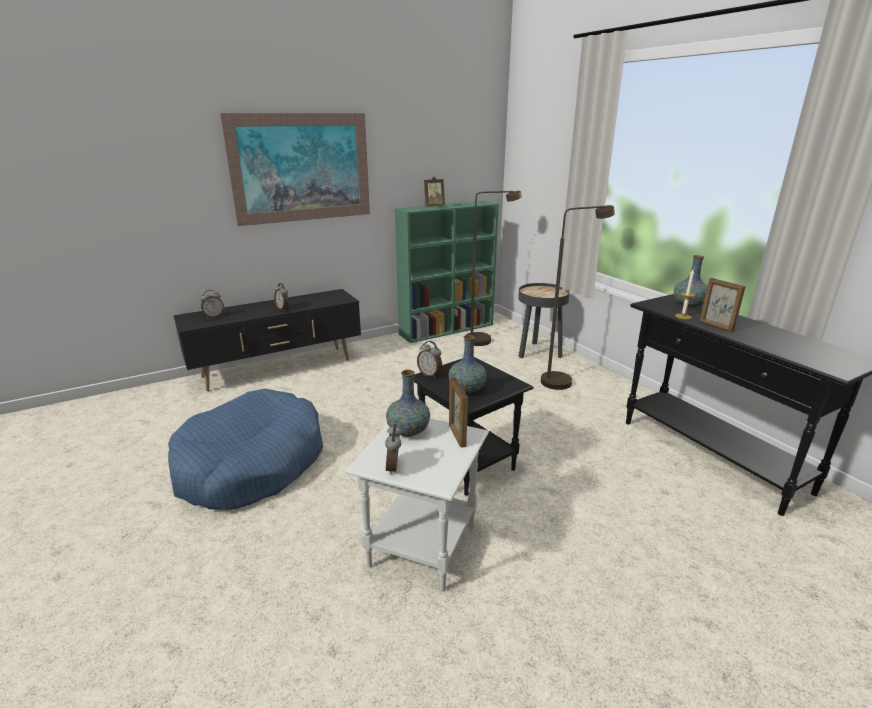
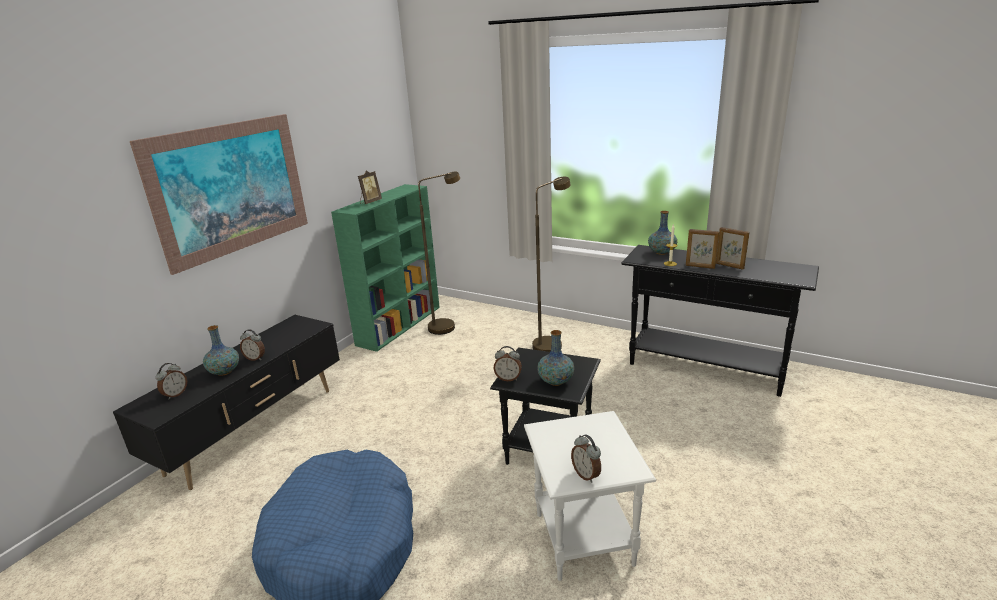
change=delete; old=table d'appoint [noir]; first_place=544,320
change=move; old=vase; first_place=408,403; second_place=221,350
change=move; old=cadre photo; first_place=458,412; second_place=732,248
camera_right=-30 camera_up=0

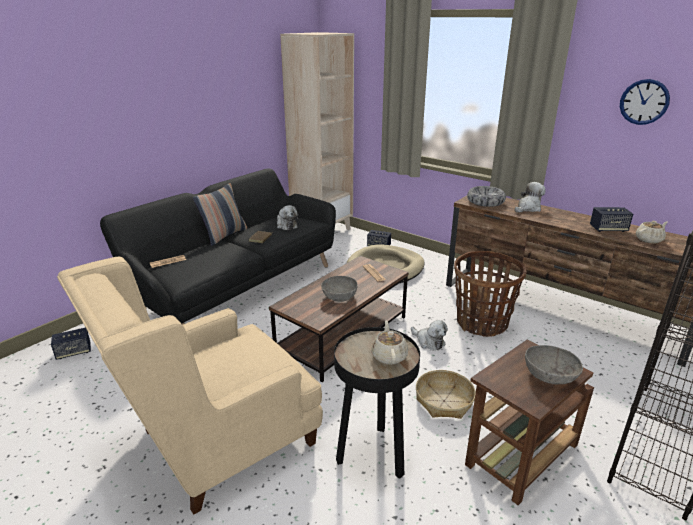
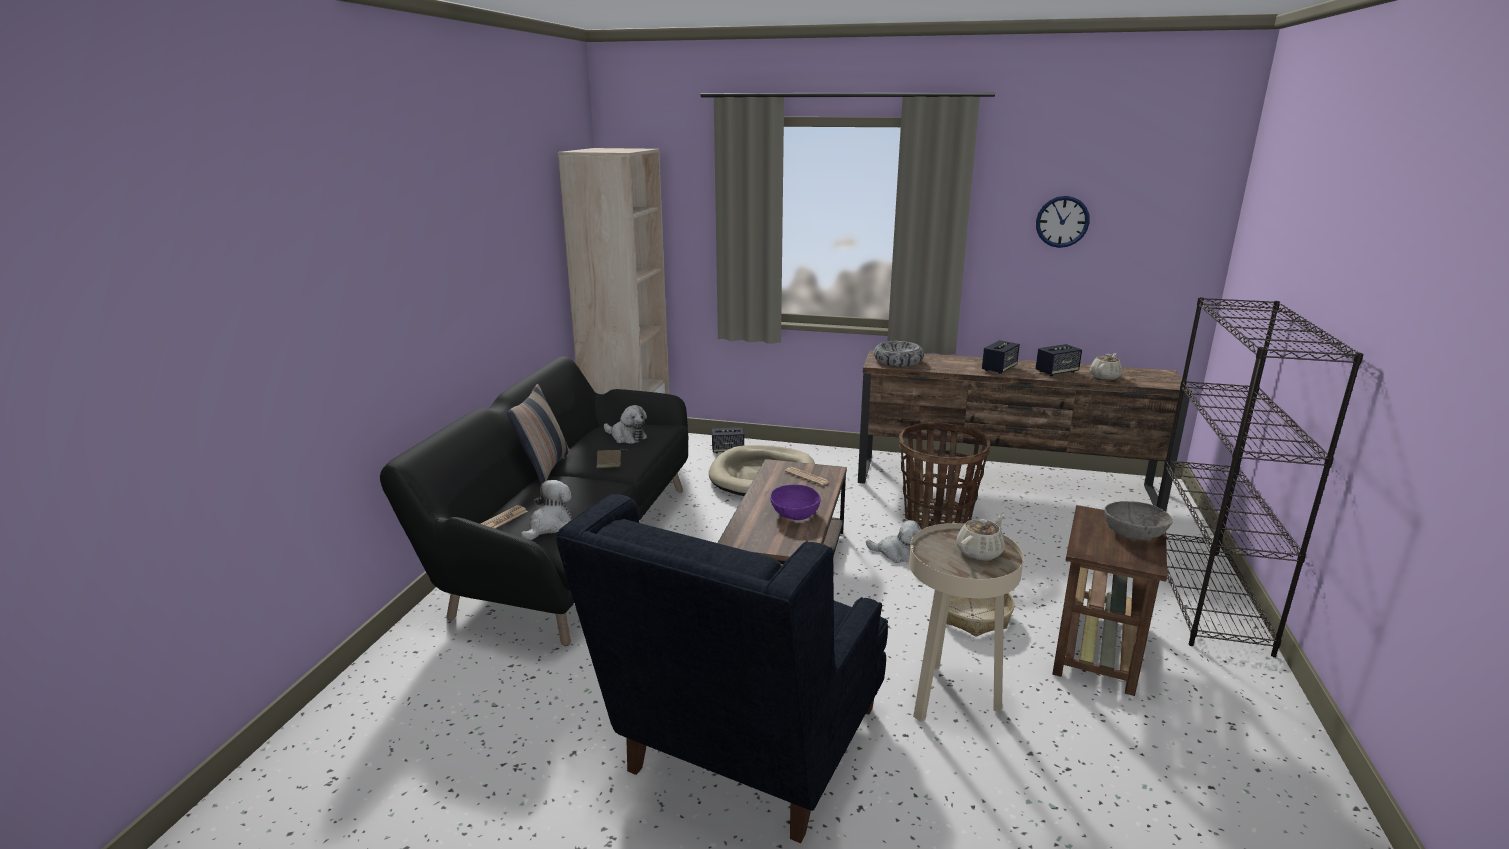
change=move; old=peluche; first_place=530,197; second_place=546,510
change=recolor; old=fauteuil [beige]; new=fauteuil [bleu]; first_place=190,386; second_place=722,668
change=recolor; old=bol [gris]; new=bol [violet]; first_place=339,289; second_place=795,502
change=rotate; old=théière [beige]; first_place=389,342; second_place=981,537; degrees=75
change=recolor; old=table d'appoint [noir]; new=table d'appoint [beige]; first_place=377,403; second_place=966,622
change=move; old=enceinte; first_place=71,344; second_place=1001,357
camera_right=-25 camera_up=-5

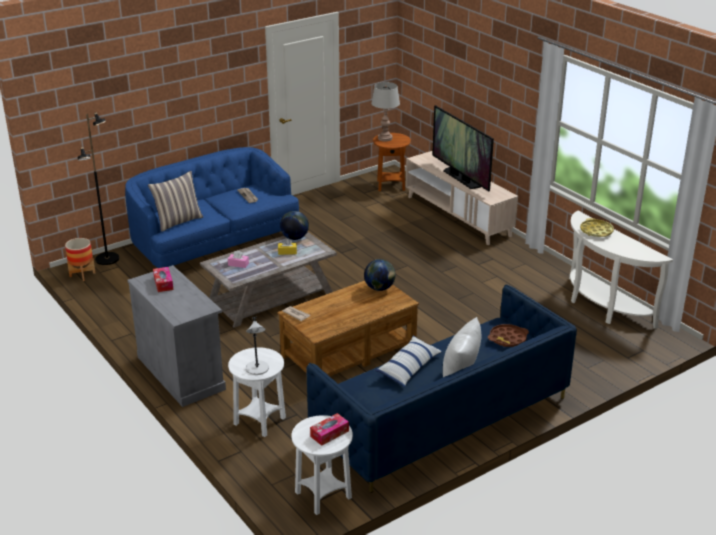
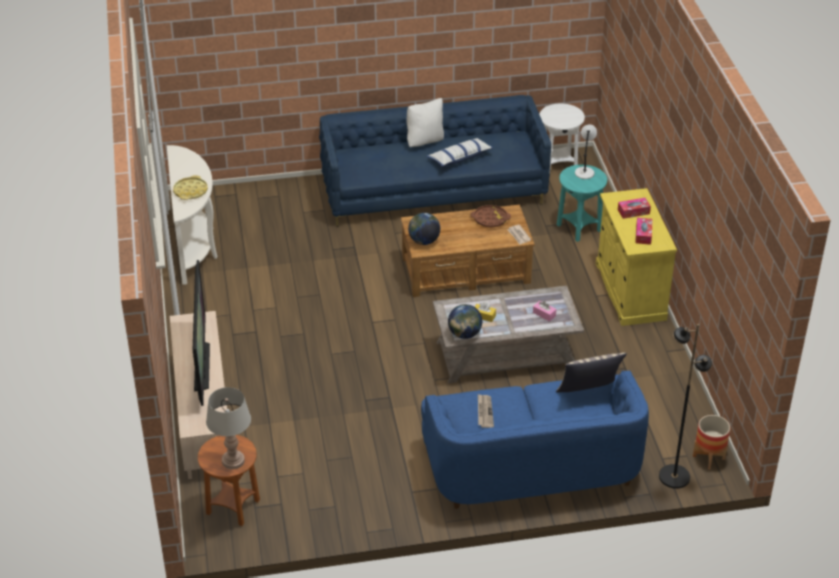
change=recolor; old=meuble de rangement [gris]; new=meuble de rangement [jaune]; first_place=176,336; second_place=636,257
change=move; old=plateau [marron]; first_place=508,335; second_place=491,216
change=recolor; old=table d'appoint [blanc]; new=table d'appoint [turquoise]; first_place=257,392; second_place=582,203
change=move; old=boîte à mouchoirs; first_place=329,429; second_place=634,208
camera_right=-155 camera_up=10

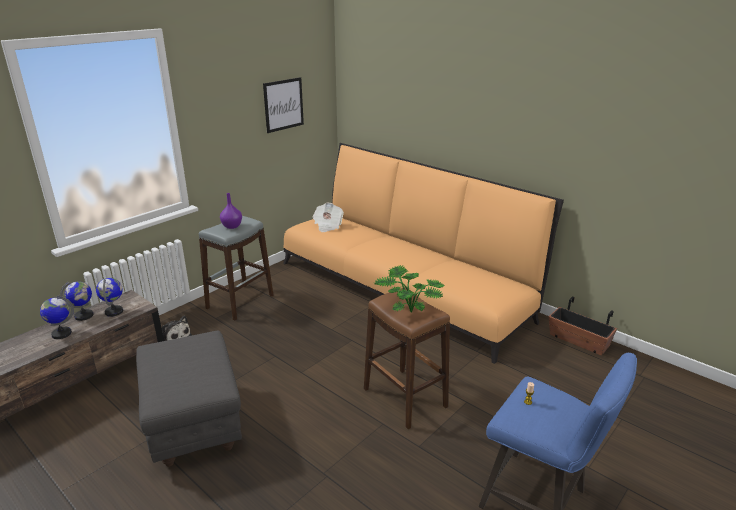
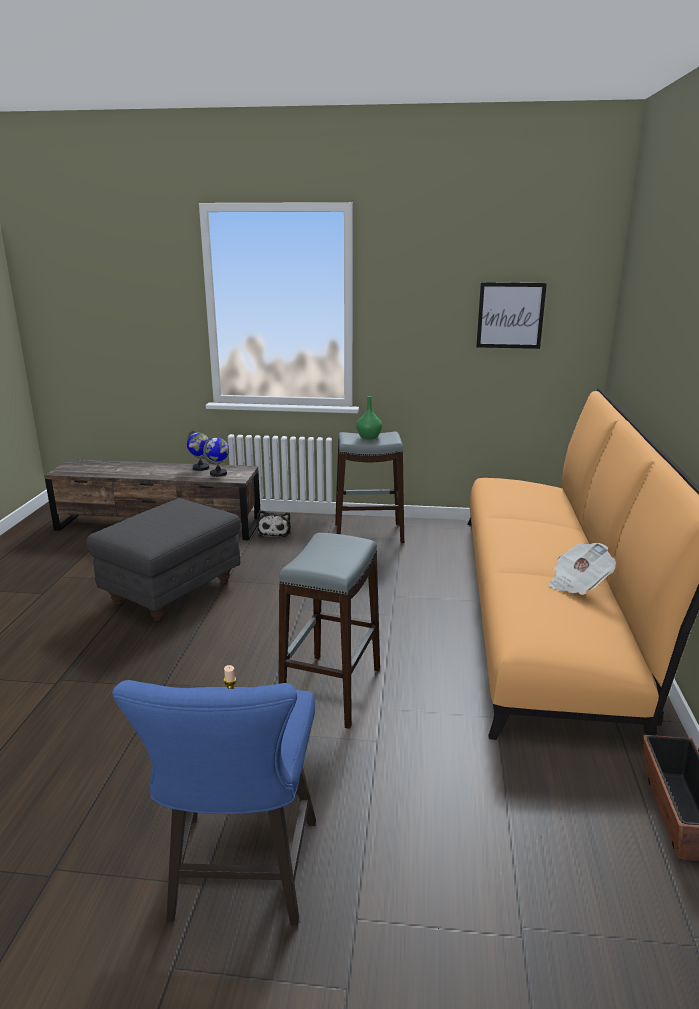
change=recolor; old=vase [violet]; new=vase [vert]; first_place=231,211; second_place=369,418
change=move; old=journal; first_place=328,217; second_place=582,569
change=delete; old=plante en pot; first_place=410,289
change=recolor; old=tabouret [marron]; new=tabouret [gris]; first_place=407,358; second_place=329,631
change=delete; old=globe; first_place=57,317
camera_right=55 camera_up=-5

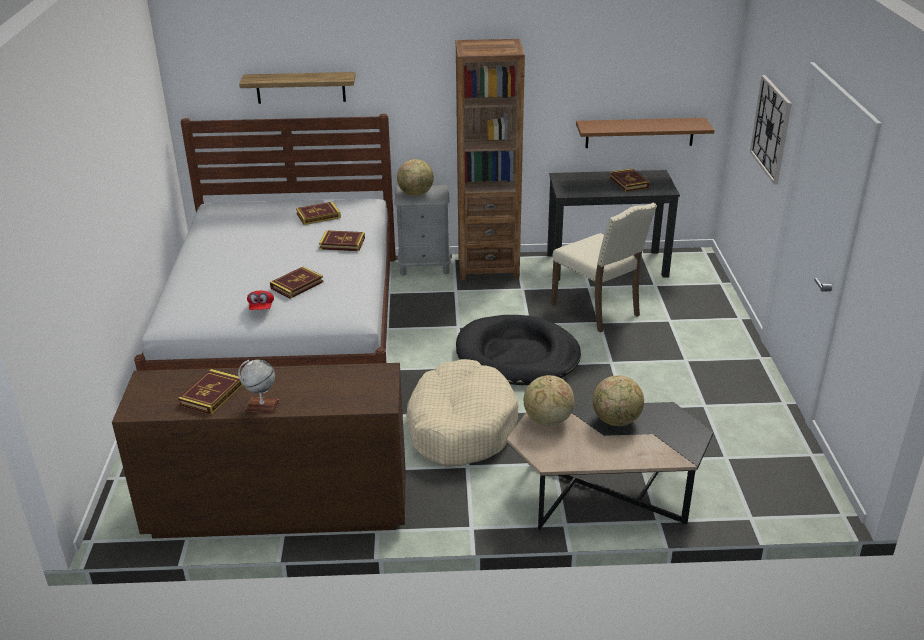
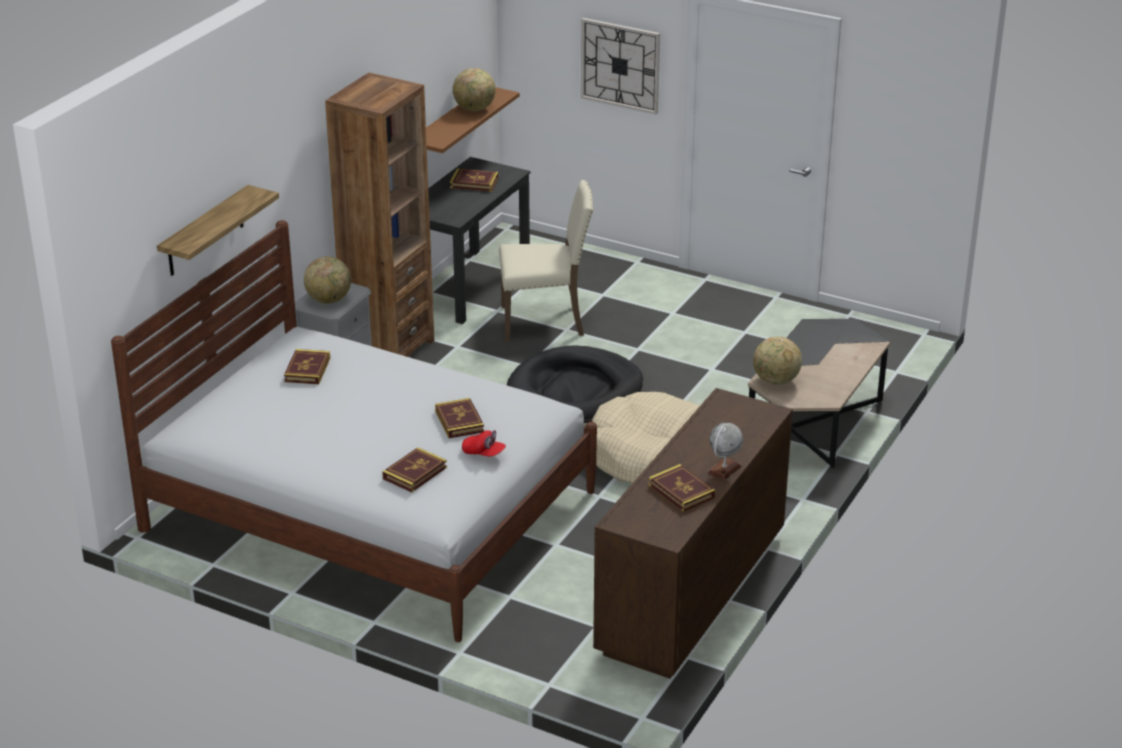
change=move; old=livre; first_place=342,240; second_place=414,469
change=move; old=globe; first_place=618,400; second_place=474,89
camera_right=-60 camera_up=0

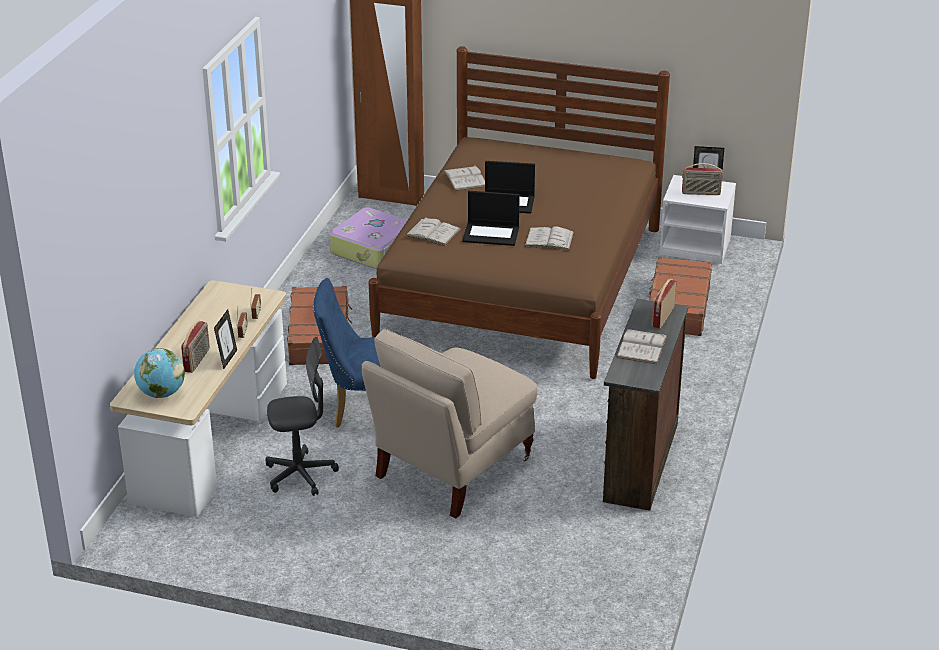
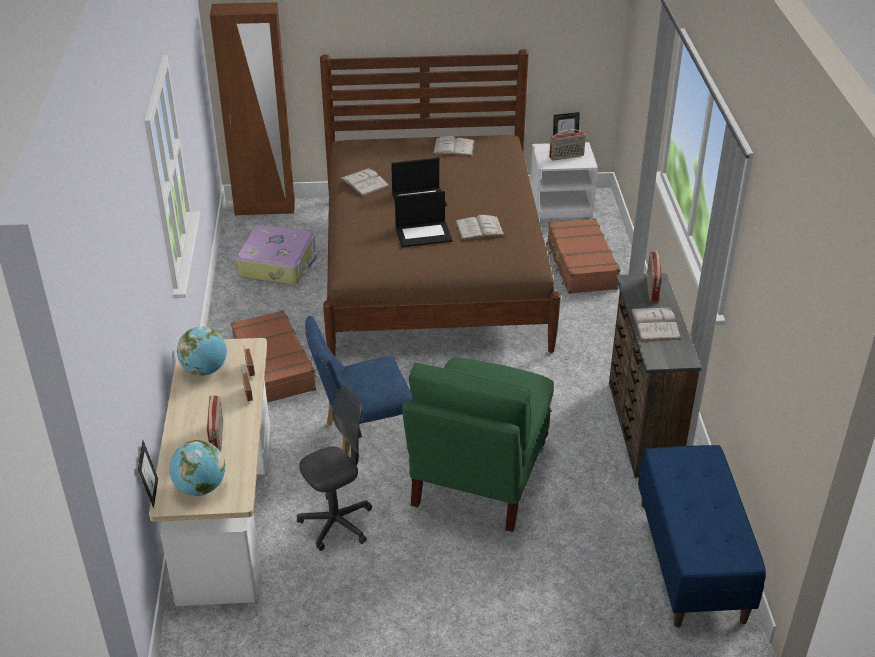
change=move; old=livre [blanc]; first_place=433,231; second_place=454,146
change=move; old=cadre photo; first_place=225,339; second_place=148,474
change=recolor; old=chaise [beige]; new=chaise [vert]; first_place=449,423; second_place=478,445
change=insert; new=globe; second_place=202,351
change=insert; new=banc [bleu]; second_place=702,536
camera_right=-20 camera_up=5

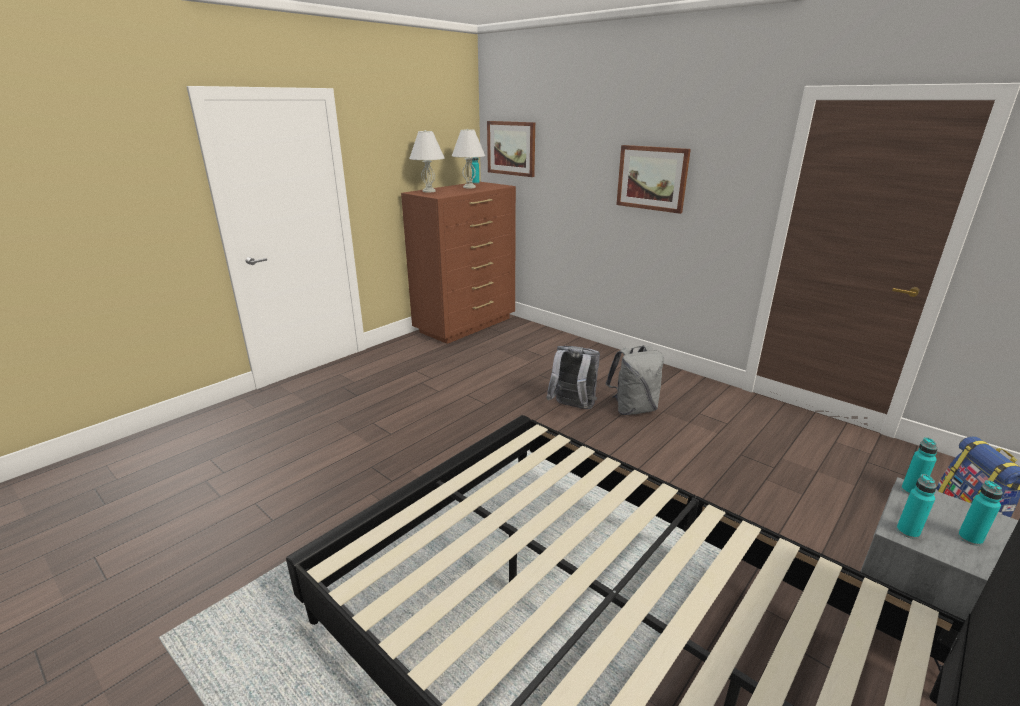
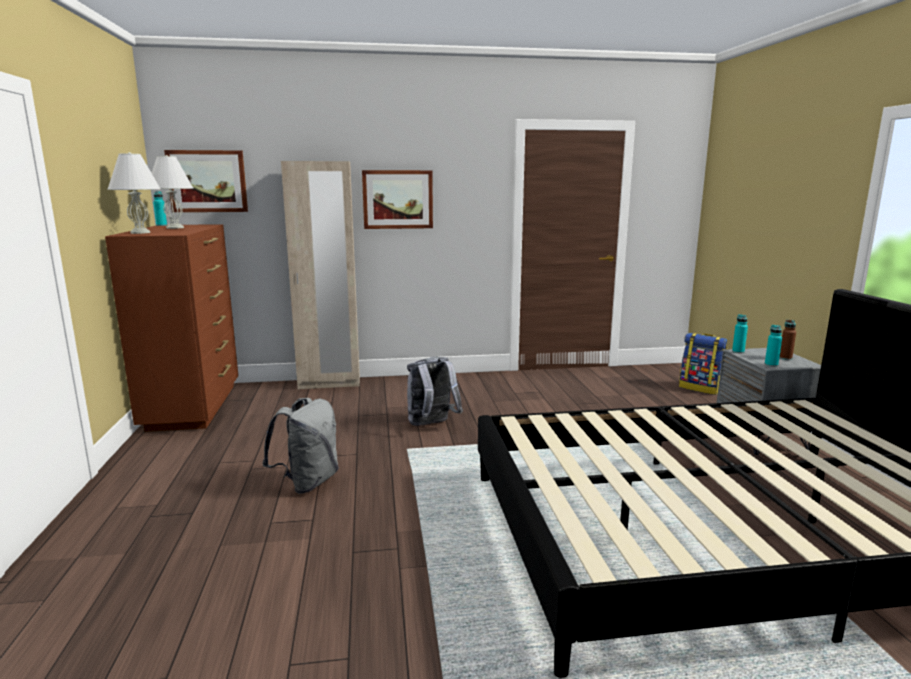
change=move; old=sac à dos [gris]; first_place=635,380; second_place=300,446
change=recolor; old=bouteille [turquoise]; new=bouteille [marron]; first_place=980,513; second_place=787,340
change=insert; new=armoire [beige]; second_place=320,275
camera_right=-50 camera_up=-10

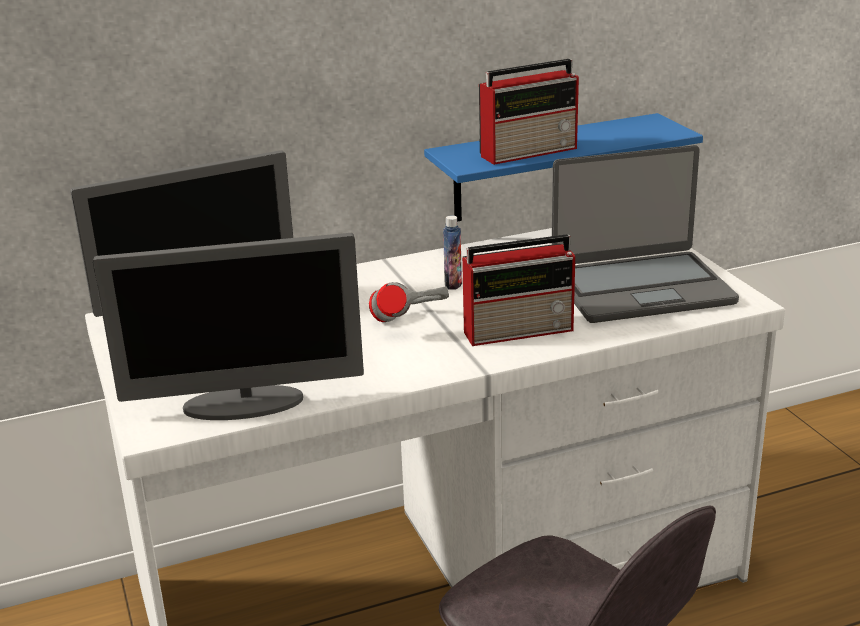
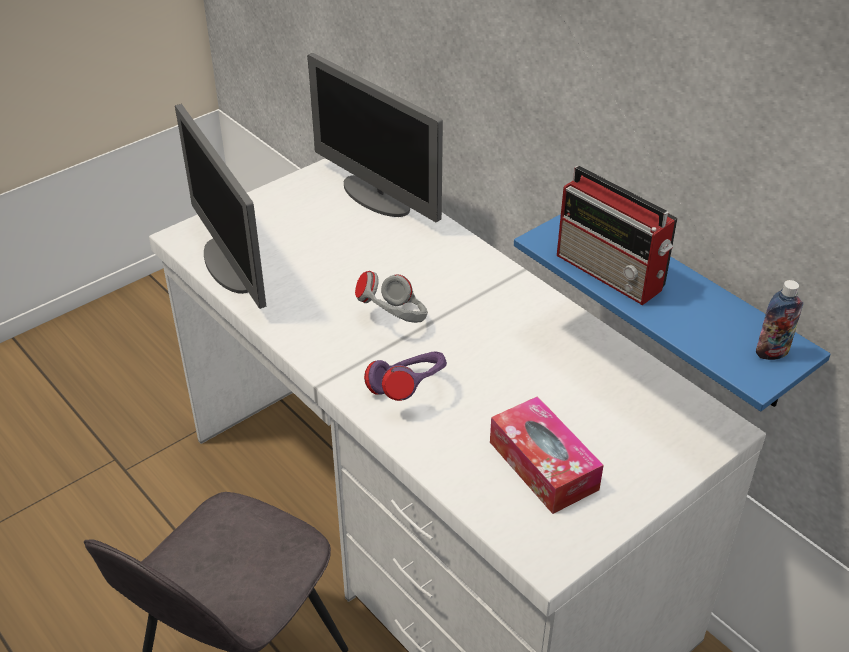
change=replace; old=ordinateur portable; new=boîte à mouchoirs; first_place=645,234; second_place=547,455
change=move; old=bouteille; first_place=452,253; second_place=779,320
change=replace; old=radio; new=casque audio [violet]; first_place=519,290; second_place=405,376
camera_right=70 camera_up=15

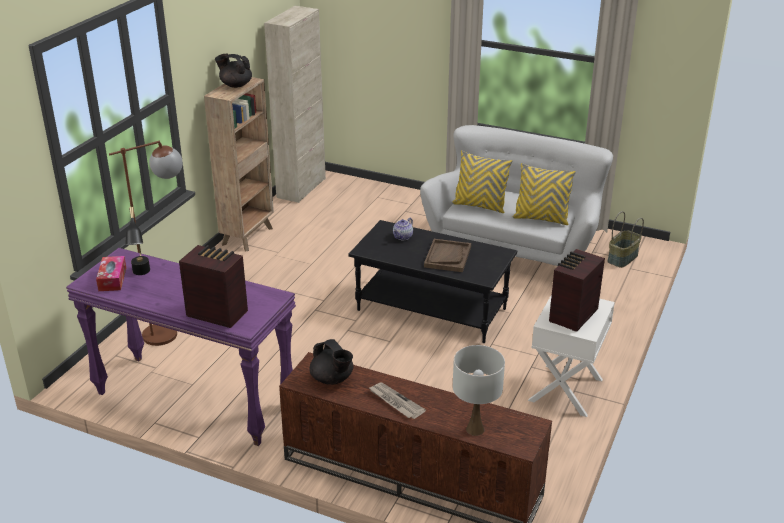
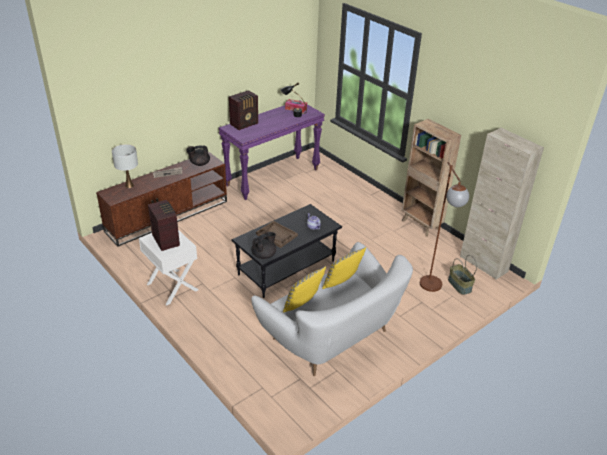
change=move; old=théière [noir]; first_place=233,71; second_place=263,245
change=move; old=lampadaire [marron]; first_place=146,243; second_place=444,227
change=move; old=panier; first_place=625,239; second_place=462,275
camera_right=115 camera_up=5

